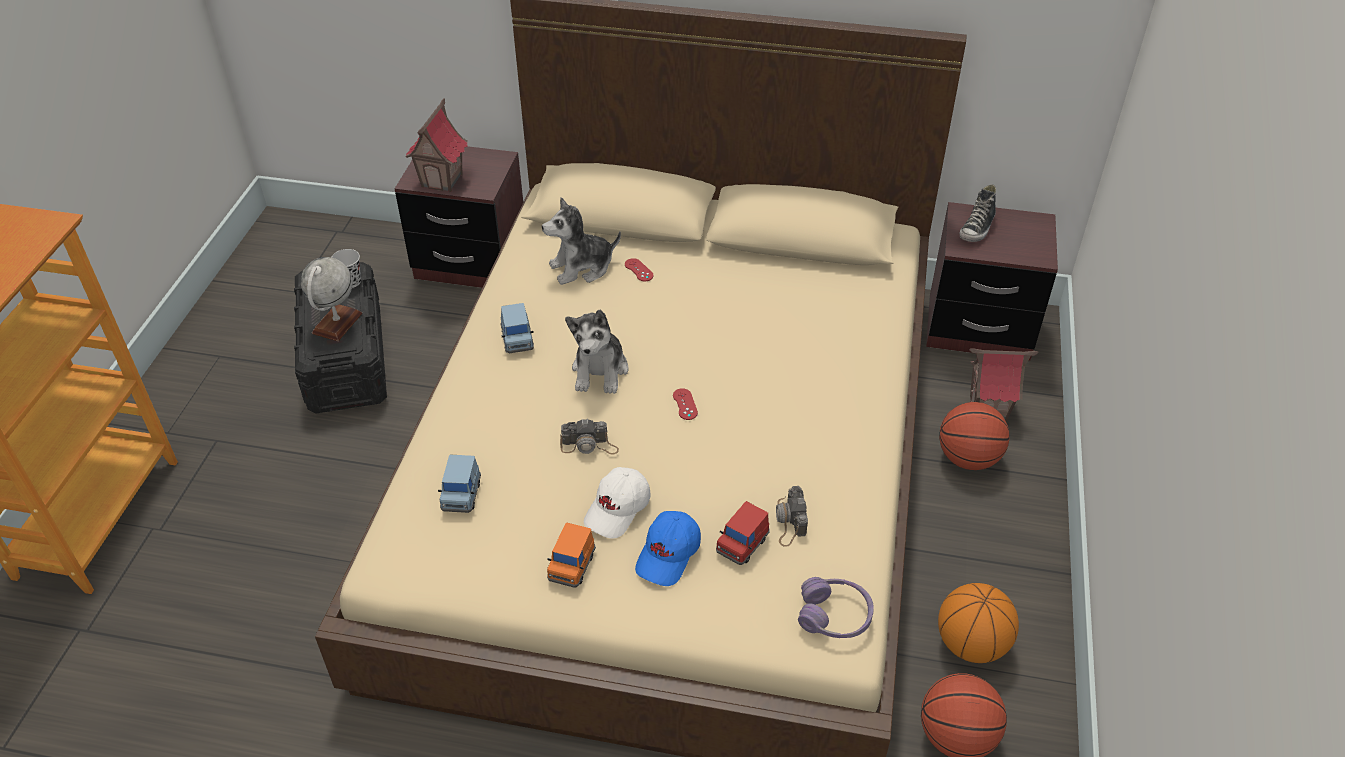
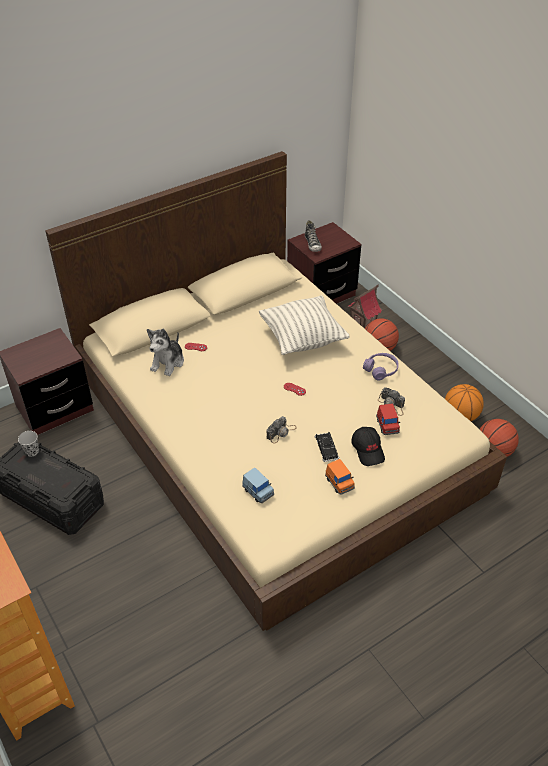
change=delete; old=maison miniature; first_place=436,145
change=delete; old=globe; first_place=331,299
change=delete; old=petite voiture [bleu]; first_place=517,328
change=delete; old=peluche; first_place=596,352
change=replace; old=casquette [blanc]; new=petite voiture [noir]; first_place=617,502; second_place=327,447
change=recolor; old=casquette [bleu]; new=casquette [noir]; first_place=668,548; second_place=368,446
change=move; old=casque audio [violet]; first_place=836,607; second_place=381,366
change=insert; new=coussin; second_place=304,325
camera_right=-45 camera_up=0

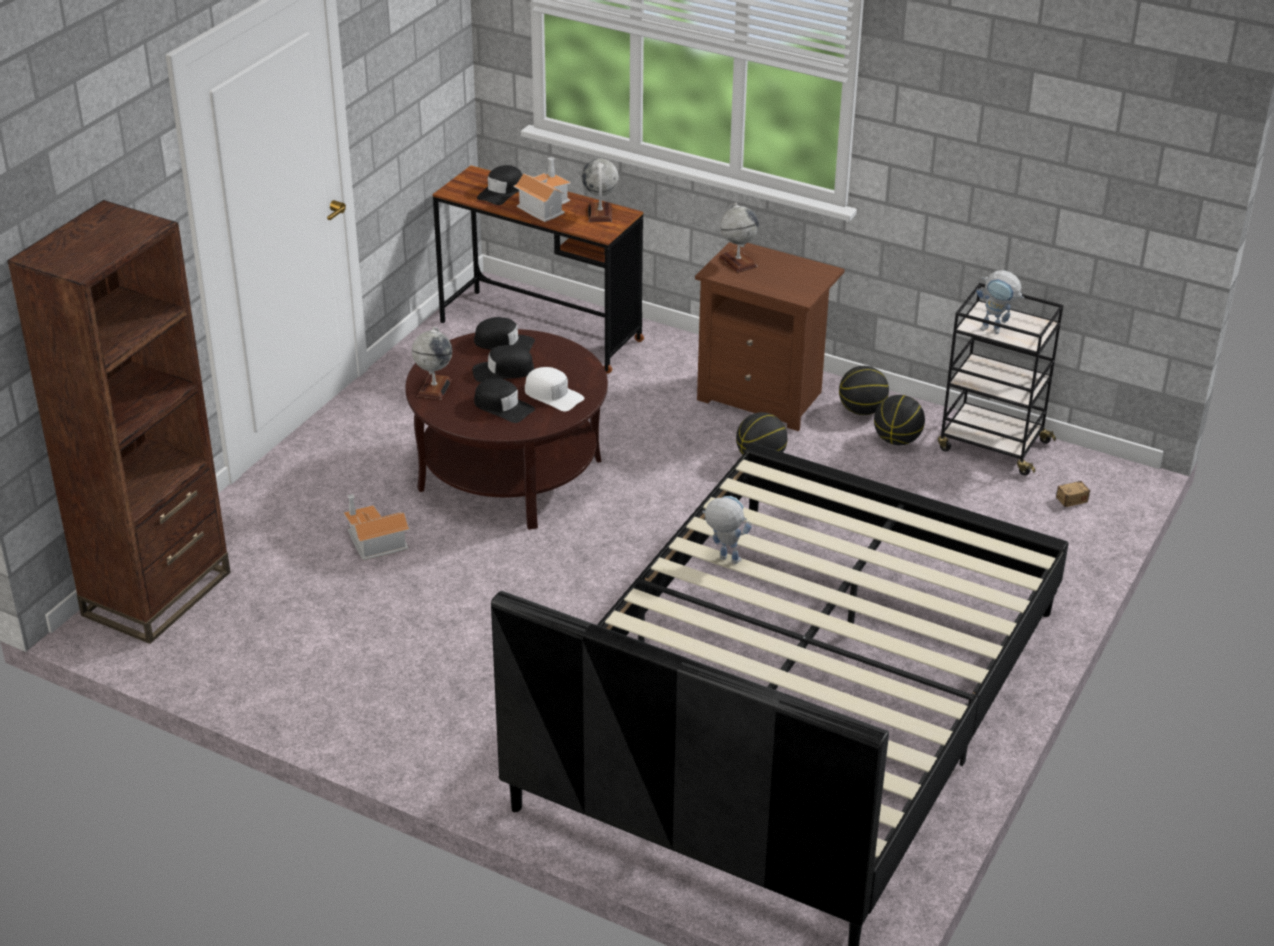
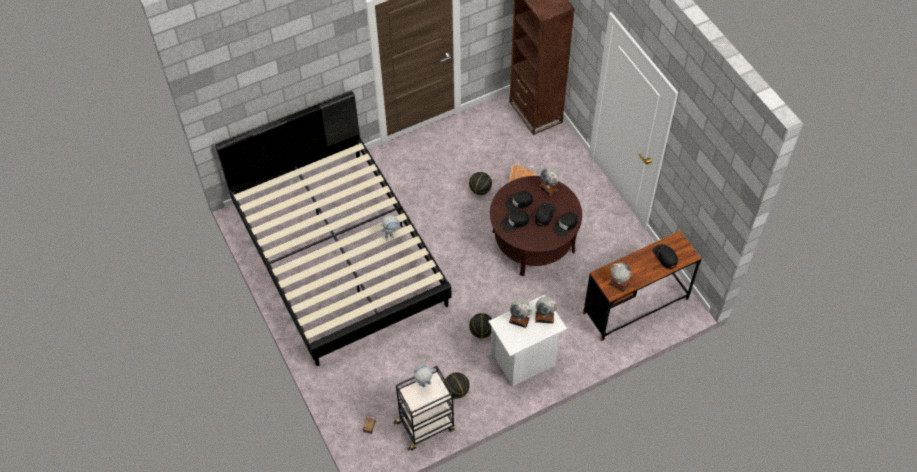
change=delete; old=maison miniature; first_place=542,189
change=recolor; old=table de chevet [marron]; new=table de chevet [blanc]; first_place=770,336; second_place=527,340
change=move; old=ballon de basket; first_place=864,390; second_place=480,183
change=recolor; old=casquette [blanc]; new=casquette [noir]; first_place=554,389; second_place=515,221
change=insert; new=globe; second_place=520,313
camera_right=125 camera_up=20

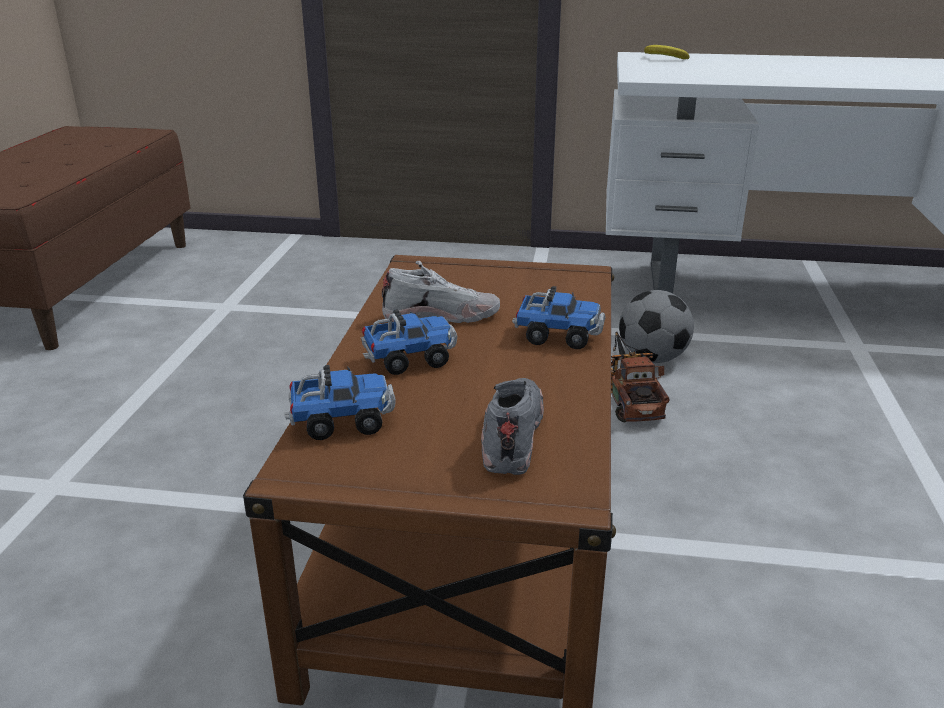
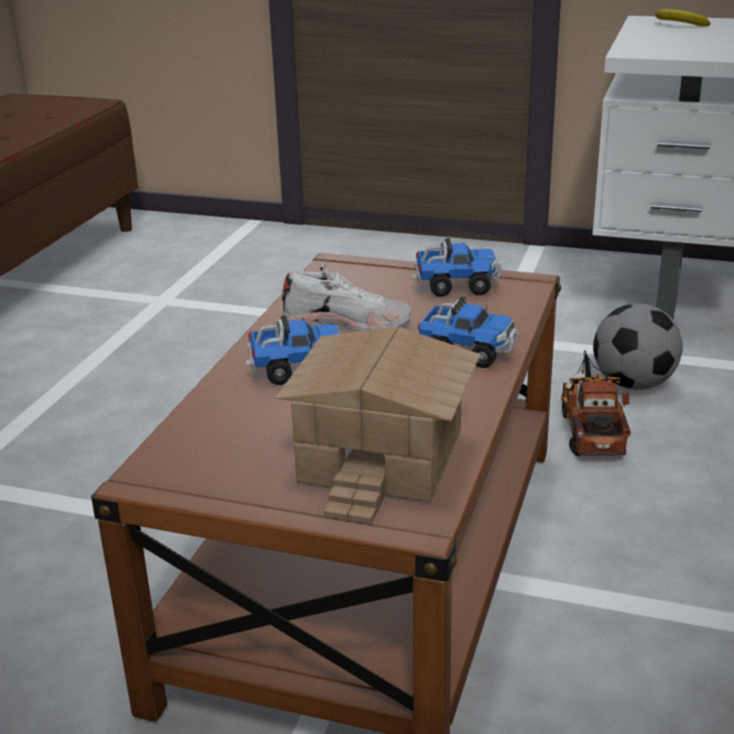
change=move; old=camion jouet; first_place=340,402; second_place=457,267
change=replace; old=chaussure [gris]; new=maison miniature; first_place=512,426; second_place=377,425
camera_right=10 camera_up=0

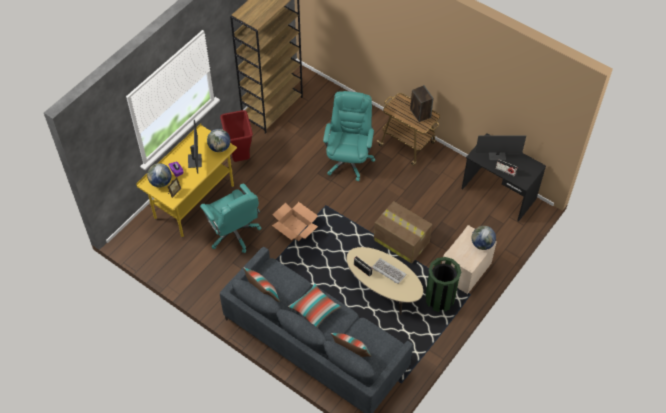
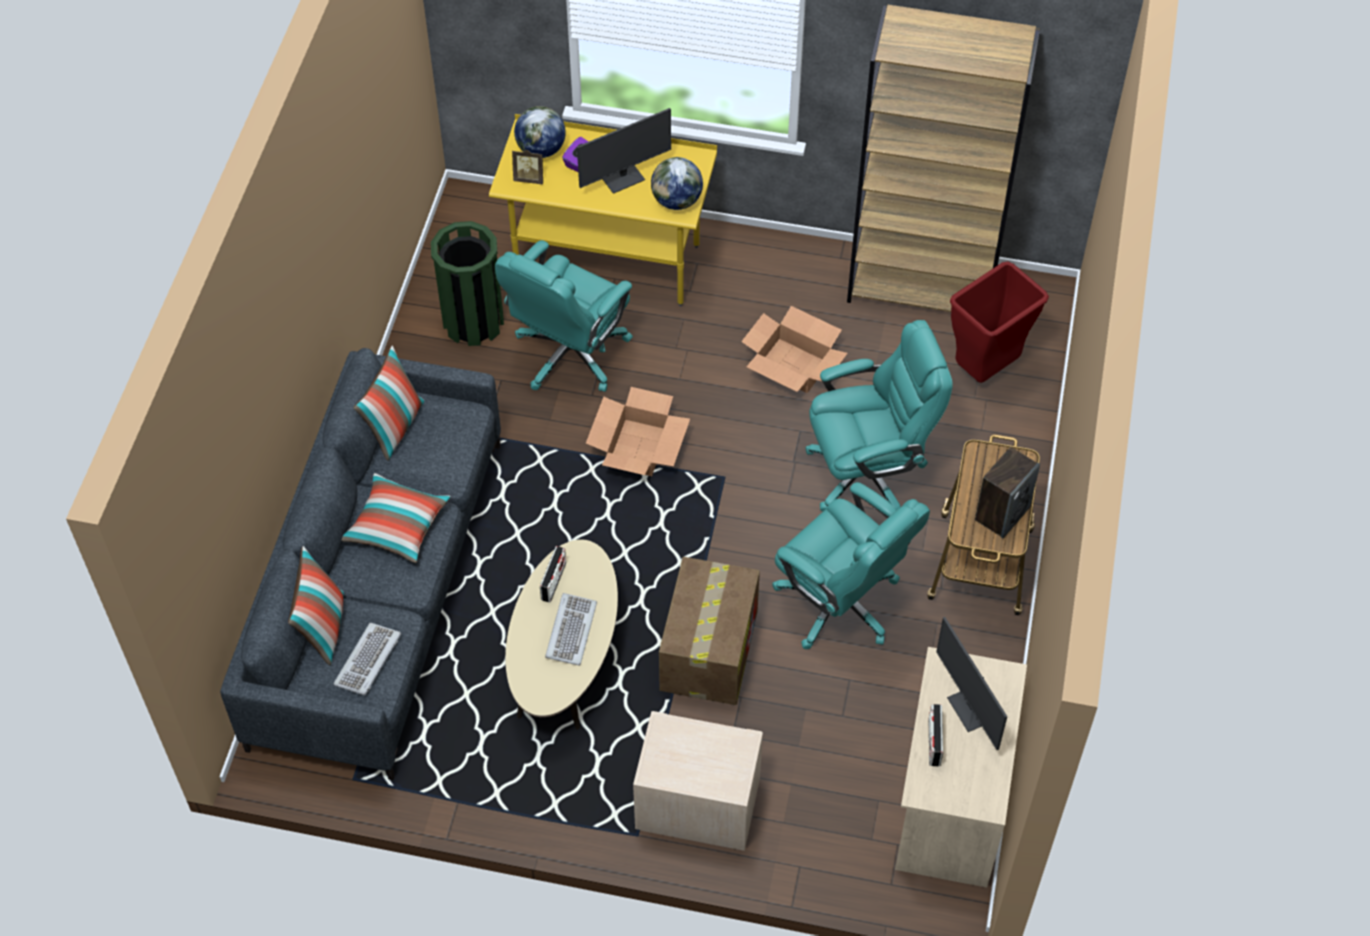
change=move; old=poubelle [rouge]; first_place=236,136; second_place=999,322
change=recolor; old=bureau [noir]; new=bureau [beige]; first_place=504,177; second_place=961,767
change=delete; old=globe; first_place=484,238
change=move; old=poubelle [vert]; first_place=443,284; second_place=467,283
change=insert; new=carton; second_place=794,349
change=insert; new=chaise de bureau [turquoise]; second_place=851,565
change=insert; new=clavier; second_place=367,659
camera_right=65 camera_up=0

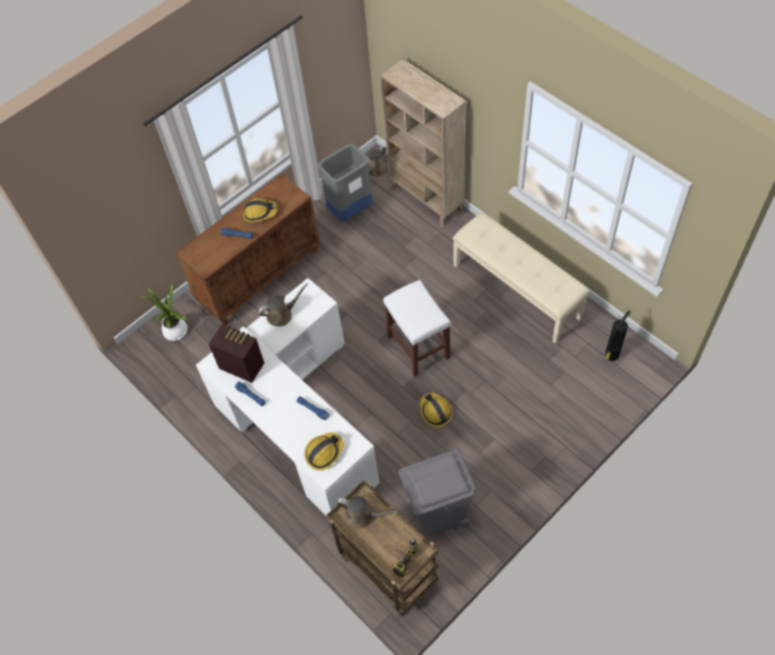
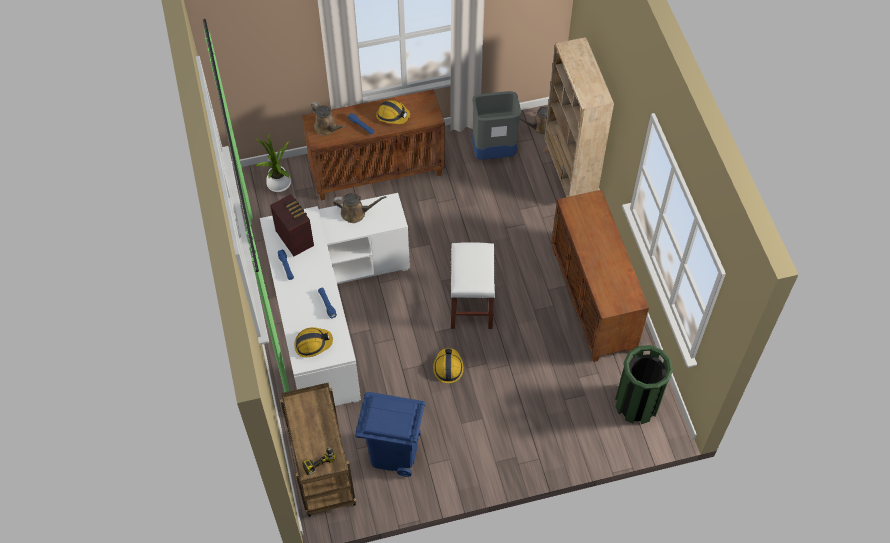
change=replace; old=banc [beige]; new=meuble de rangement [marron]; first_place=521,278; second_place=600,276
change=replace; old=extincteur; new=poubelle [vert]; first_place=618,335; second_place=644,384
change=recolor; old=poubelle [gris]; new=poubelle [bleu]; first_place=437,492; second_place=390,434
change=move; old=arrosoir [marron]; first_place=367,512; second_place=328,118
camera_right=25 camera_up=0

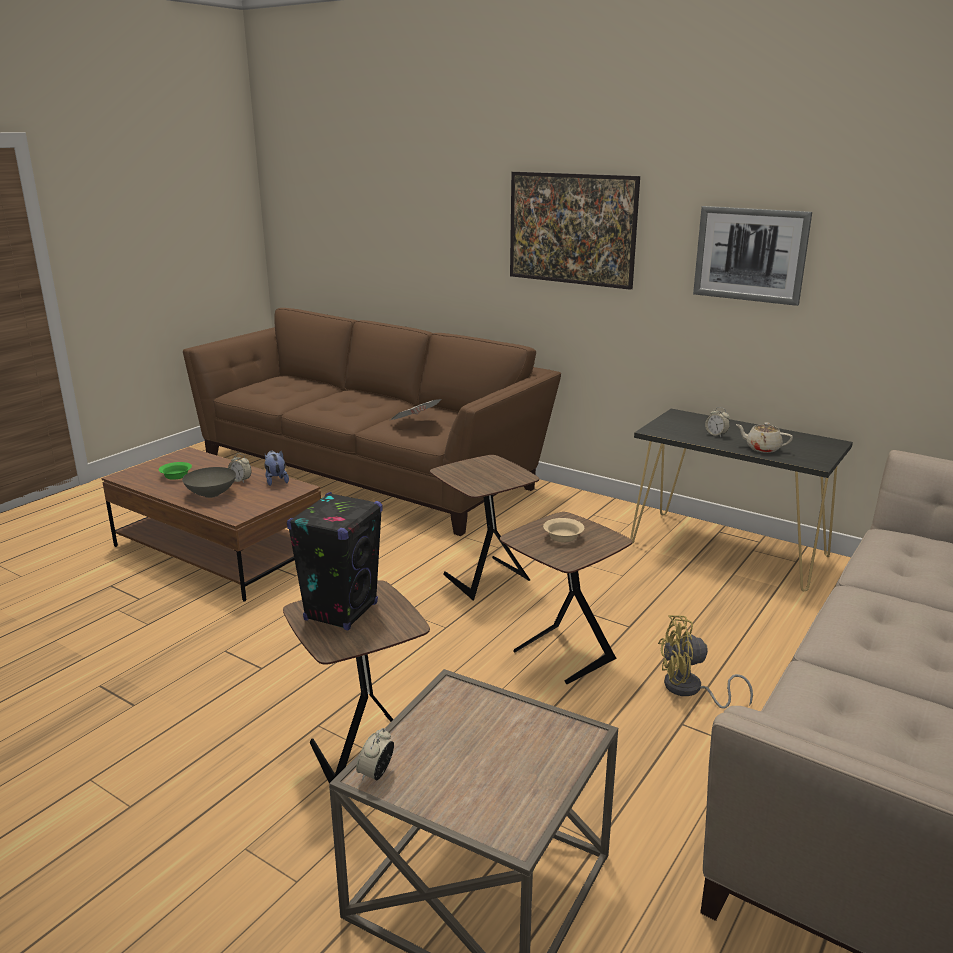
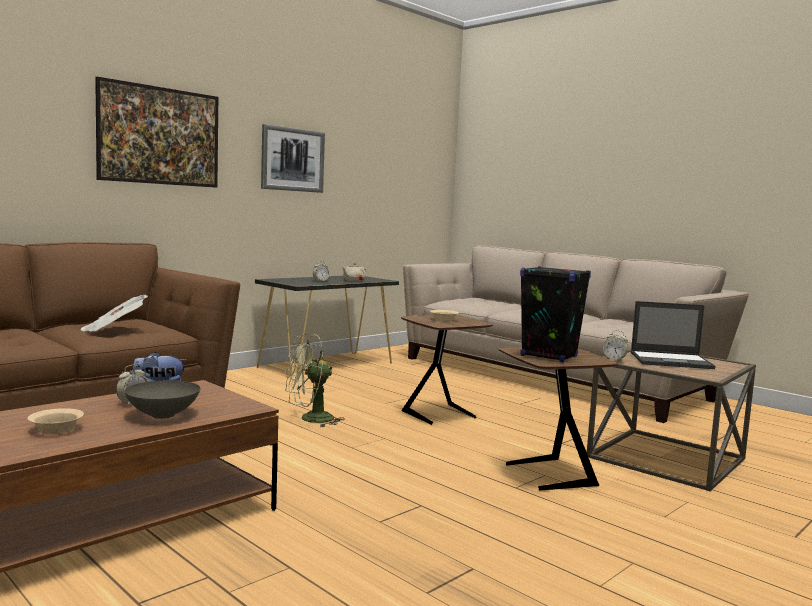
change=replace; old=table d'appoint [marron]; new=ventilateur [vert]; first_place=484,527; second_place=315,380
change=recolor; old=bol [vert]; new=bol [beige]; first_place=175,471; second_place=55,421
change=delete; old=ventilateur [jaune]; first_place=705,662
change=move; old=réveil; first_place=375,754; second_place=615,346
change=insert; new=ordinateur portable; second_place=673,335
camera_right=-80 camera_up=-15

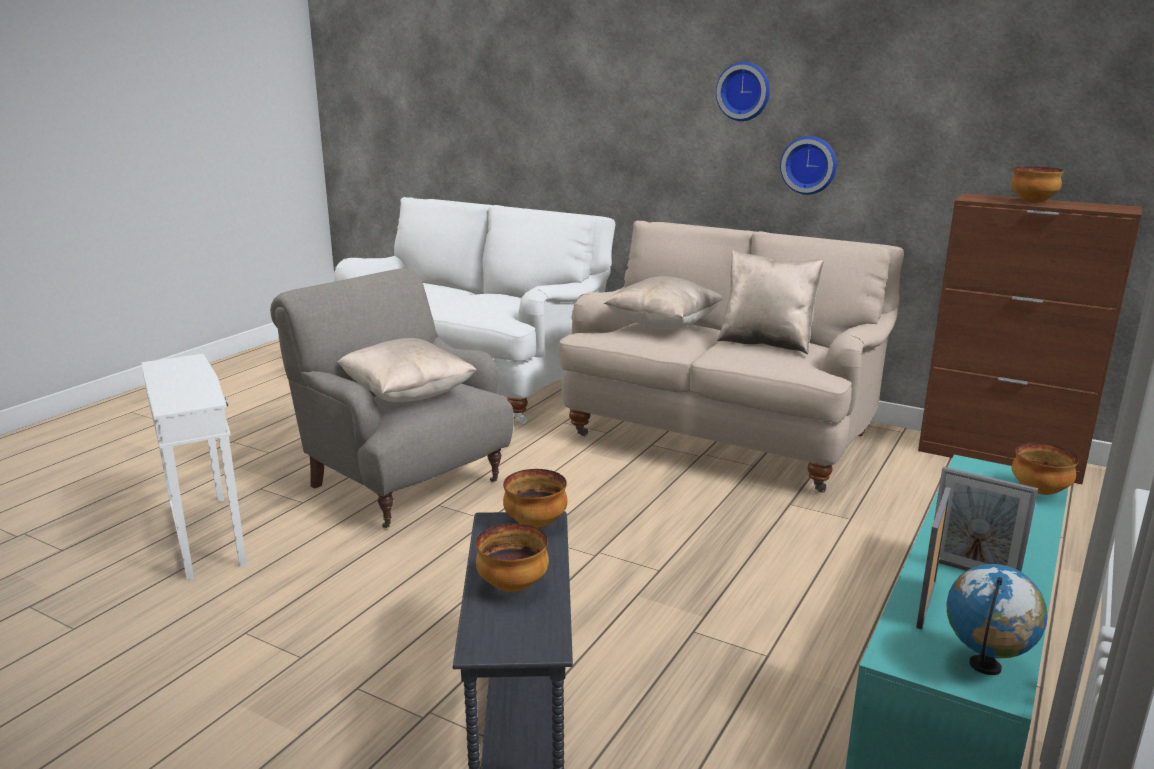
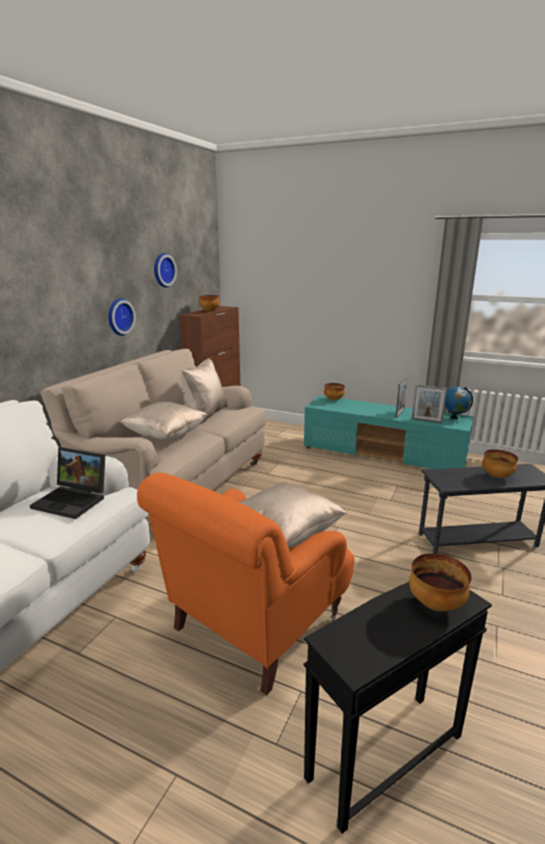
change=move; old=horloge murale; first_place=743,91; second_place=165,270
change=recolor; old=fauteuil [gris]; new=fauteuil [orange]; first_place=392,398; second_place=245,584
change=recolor; old=table d'appoint [blanc]; new=table d'appoint [noir]; first_place=194,467; second_place=398,708
change=move; old=bol; first_place=535,498; second_place=440,582
change=insert; new=ordinateur portable; second_place=67,483
camera_right=-95 camera_up=0

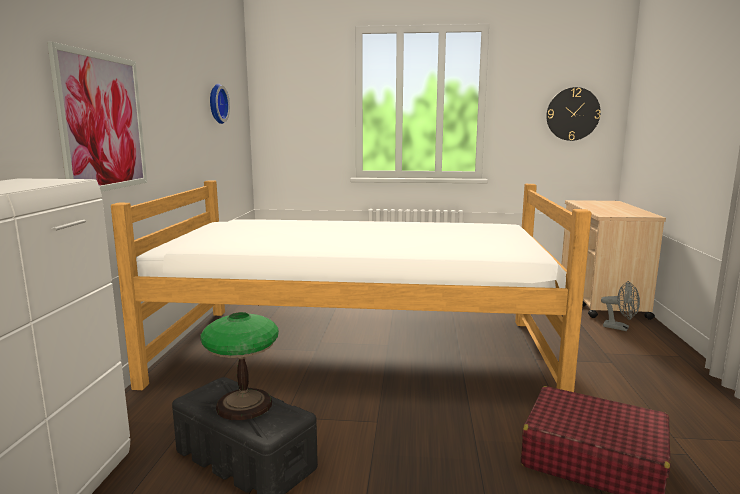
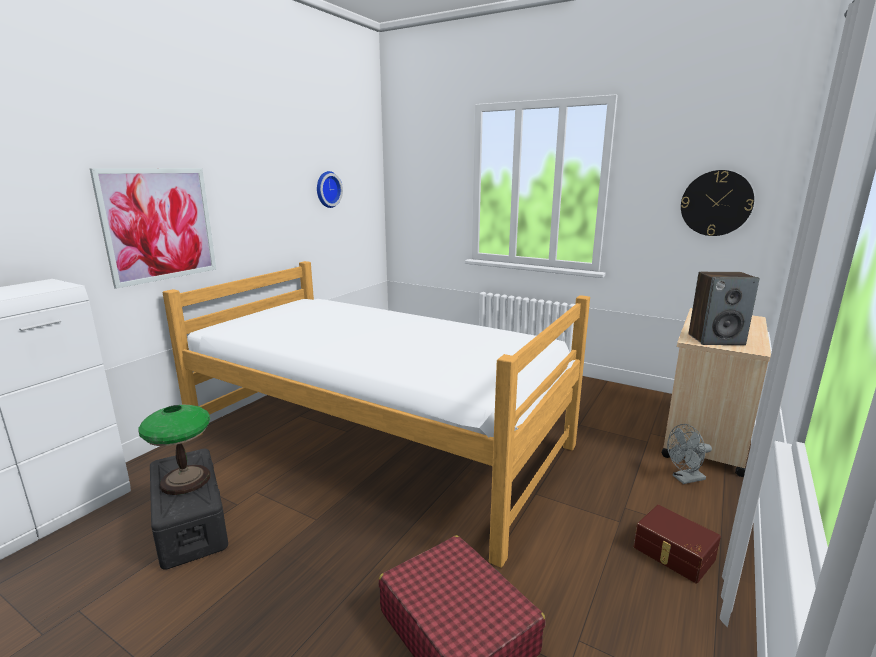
change=rotate; old=ventilateur [gris]; first_place=620,306; second_place=689,454; degrees=105
change=insert; new=enceinte; second_place=724,308
change=insert; new=boîte de rangement [marron]; second_place=677,544
camera_right=25 camera_up=5

